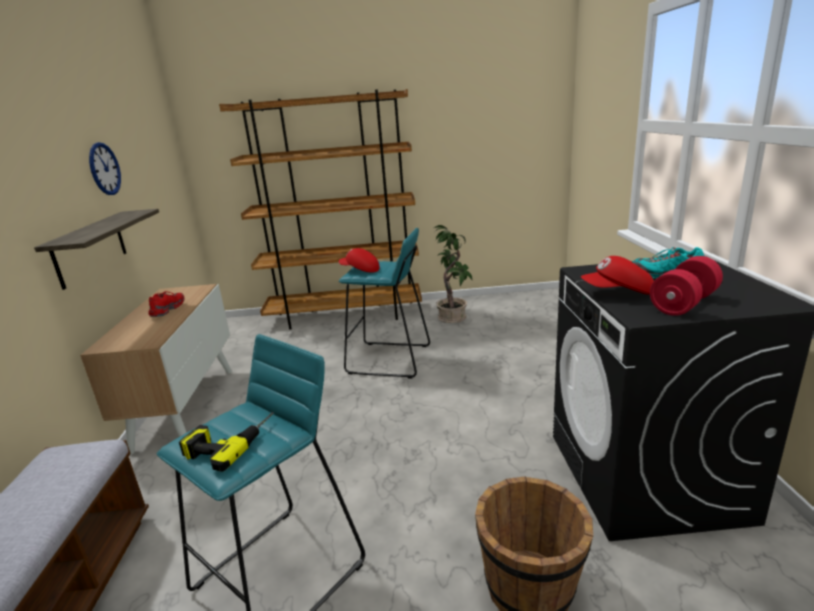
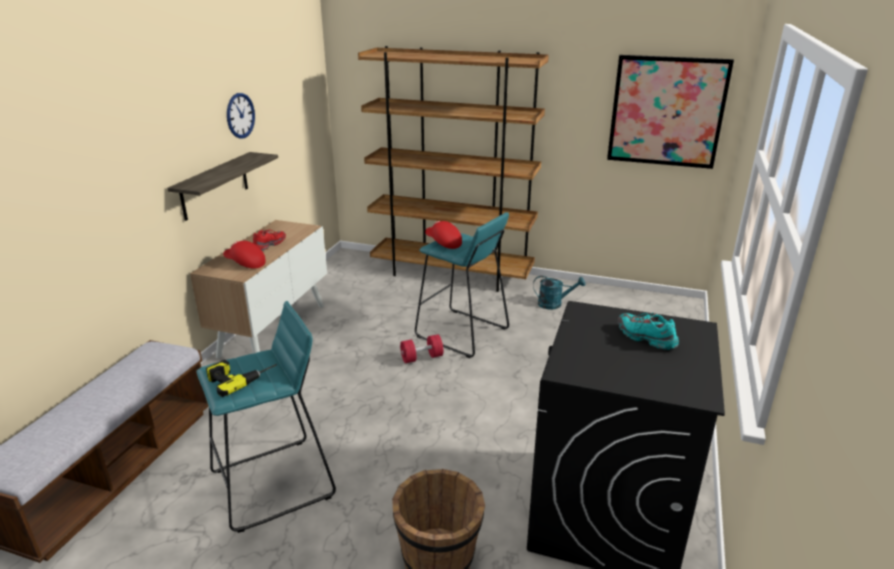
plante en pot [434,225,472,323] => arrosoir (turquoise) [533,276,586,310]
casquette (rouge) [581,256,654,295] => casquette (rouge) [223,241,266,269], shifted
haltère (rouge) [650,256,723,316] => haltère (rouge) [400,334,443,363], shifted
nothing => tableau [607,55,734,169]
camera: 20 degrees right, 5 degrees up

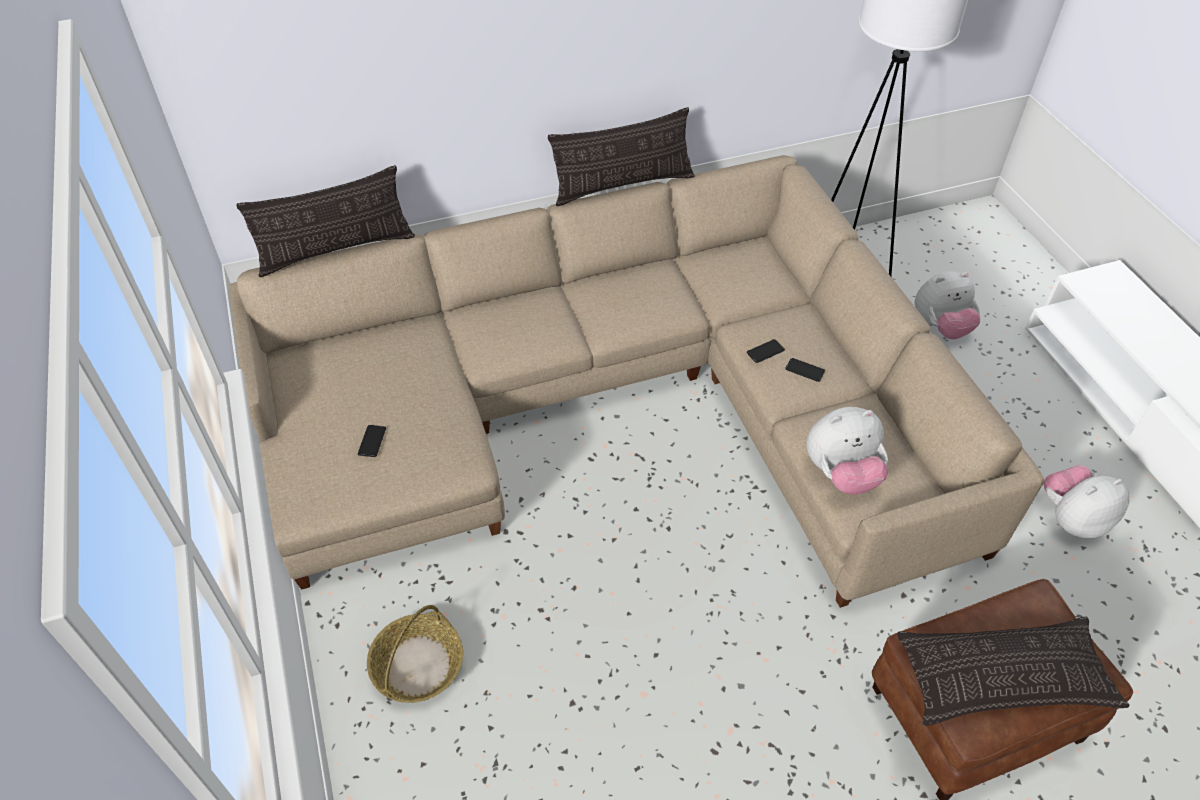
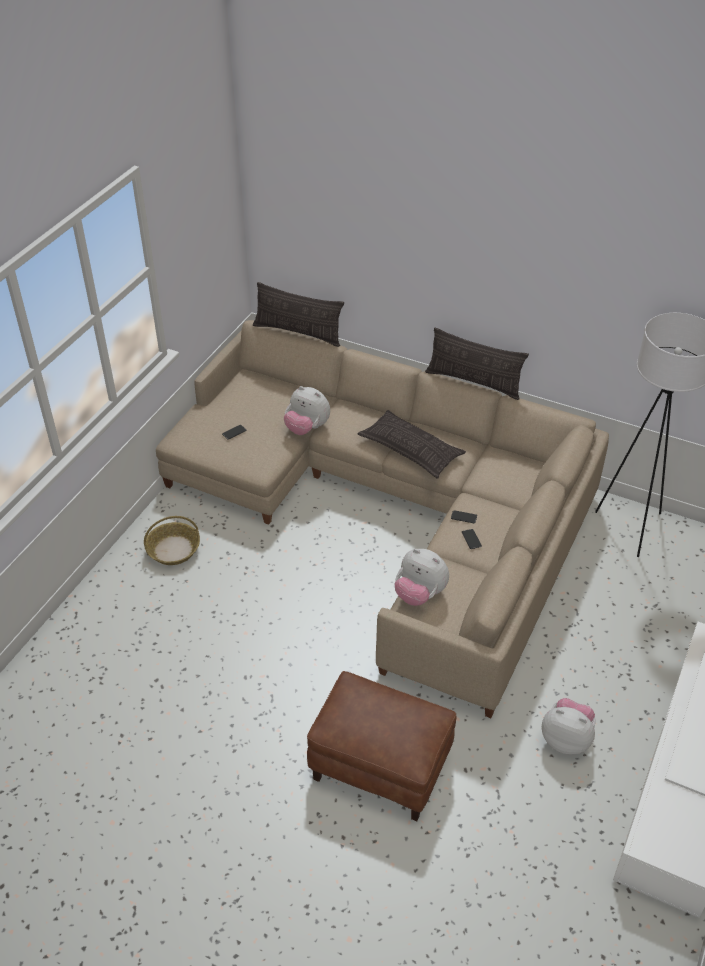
peluche [914,271,980,339] => peluche [284,386,330,435], shifted
coussin [897,616,1129,726] => coussin [358,410,466,479], shifted
camera: 45 degrees right, 5 degrees down

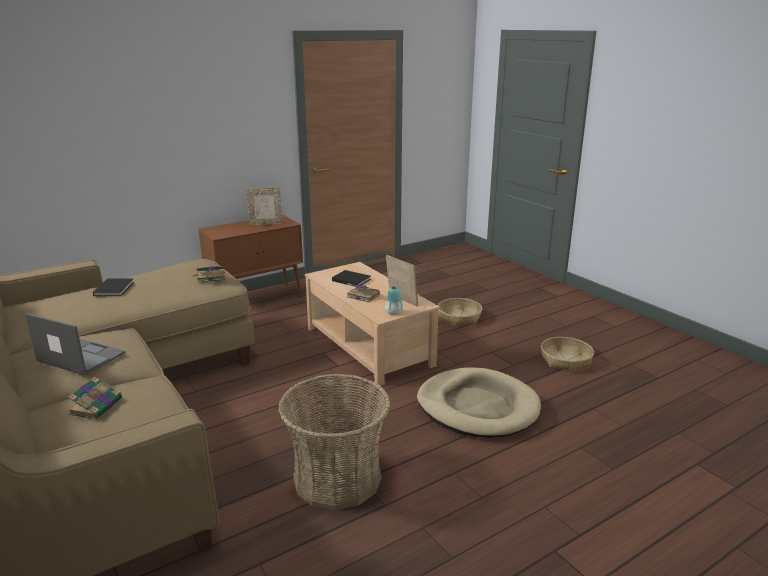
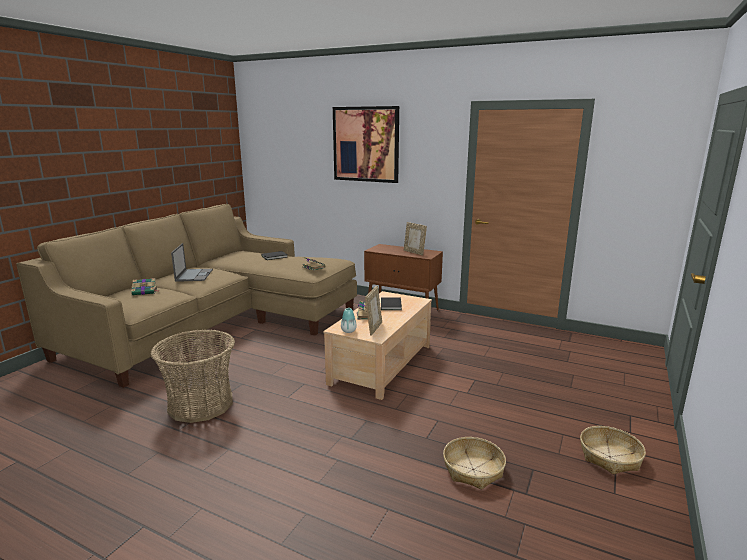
panier [438,298,482,326] => panier [580,426,646,475], shifted
panier pour chien (beige) [417,367,541,438] => nothing
nothing => tableau [333,106,399,183]
camera: 60 degrees right, 5 degrees down

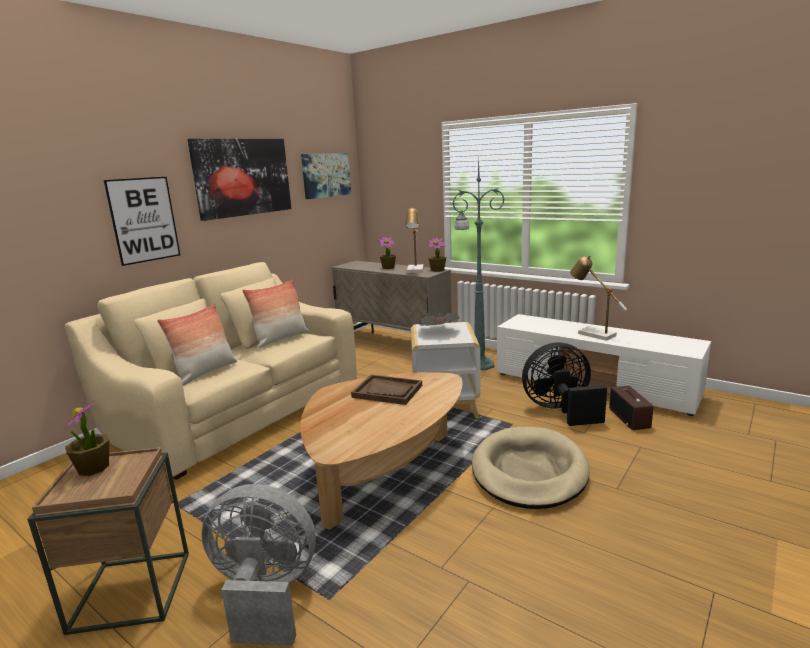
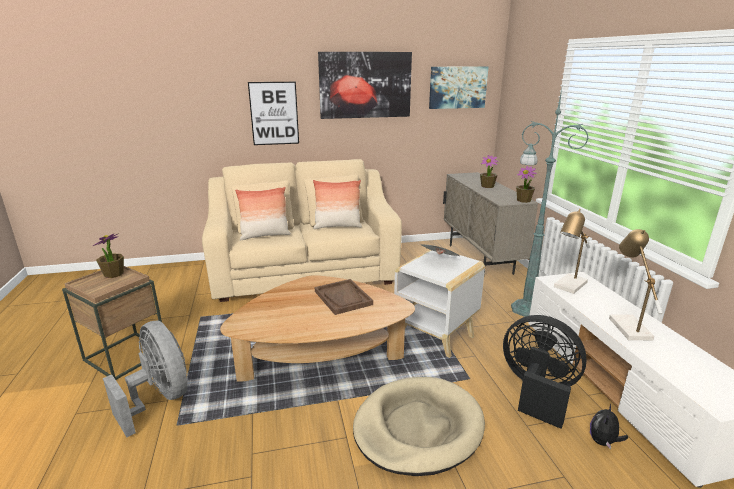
lampe de table [405,206,424,273] => lampe de table [554,209,590,294], shifted
radio [609,386,653,430] => peluche [590,404,628,450]
camera: 40 degrees right, 5 degrees up

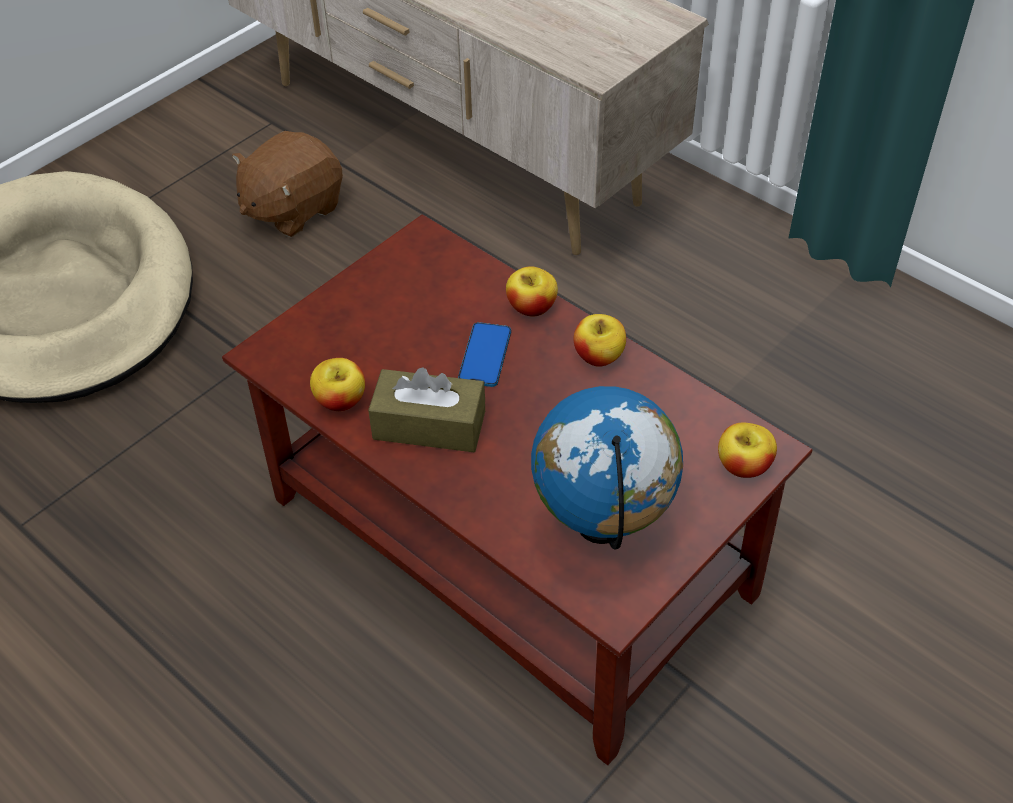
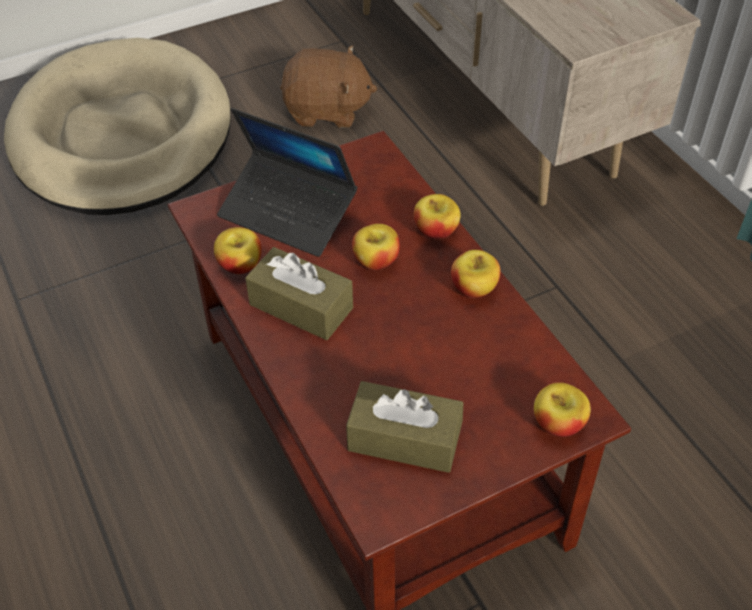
peluche (marron) [232,131,343,237] => peluche (marron) [280,45,377,128], 150 degrees counterclockwise
téléphone [458,322,511,387] => pomme [352,224,400,270]
globe [531,386,683,550] => boîte à mouchoirs (marron) [346,381,463,473]
nothing => ordinateur portable [217,108,357,257]
camera: 20 degrees right, 0 degrees up

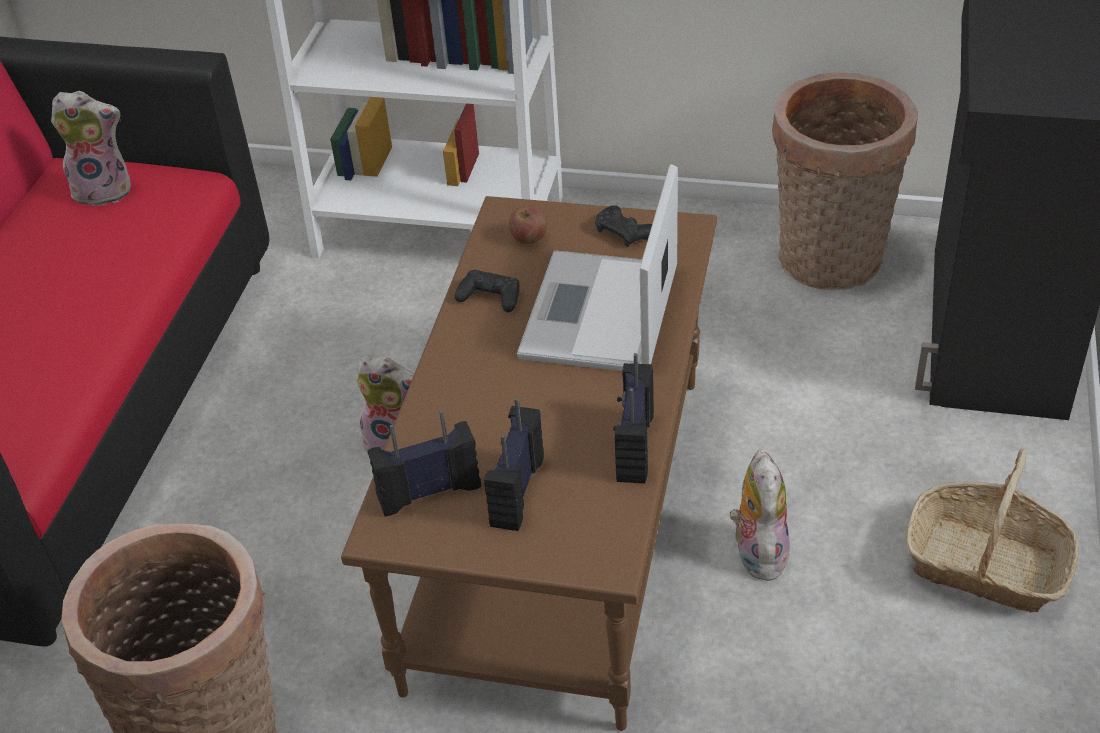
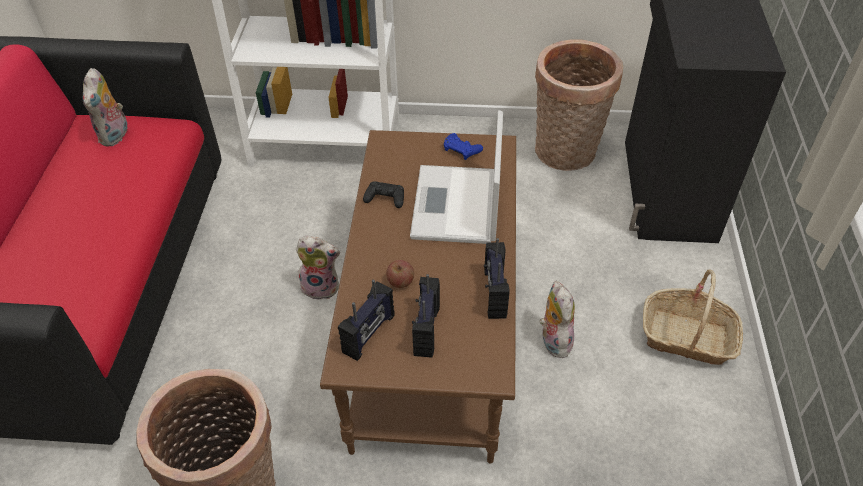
peluche [51,91,131,206] => peluche [83,68,131,147], 105 degrees clockwise
manette (noir) [595,205,652,247] => manette (bleu) [444,133,483,160]
pomme [509,206,547,244] => pomme [386,260,414,288], shifted
radio [368,410,481,517] => radio [338,280,395,361], 150 degrees clockwise
camera: 10 degrees left, 5 degrees up

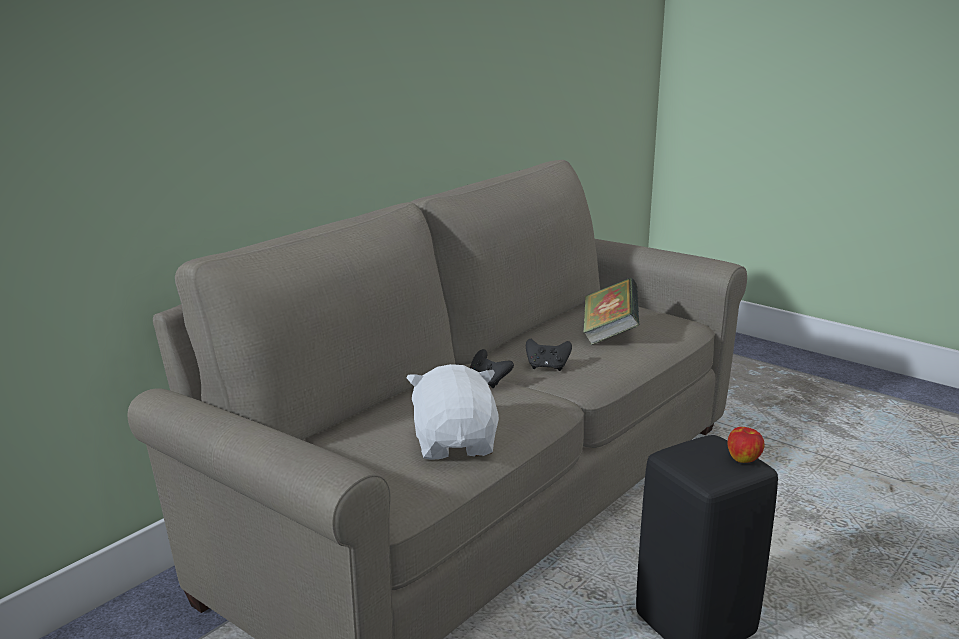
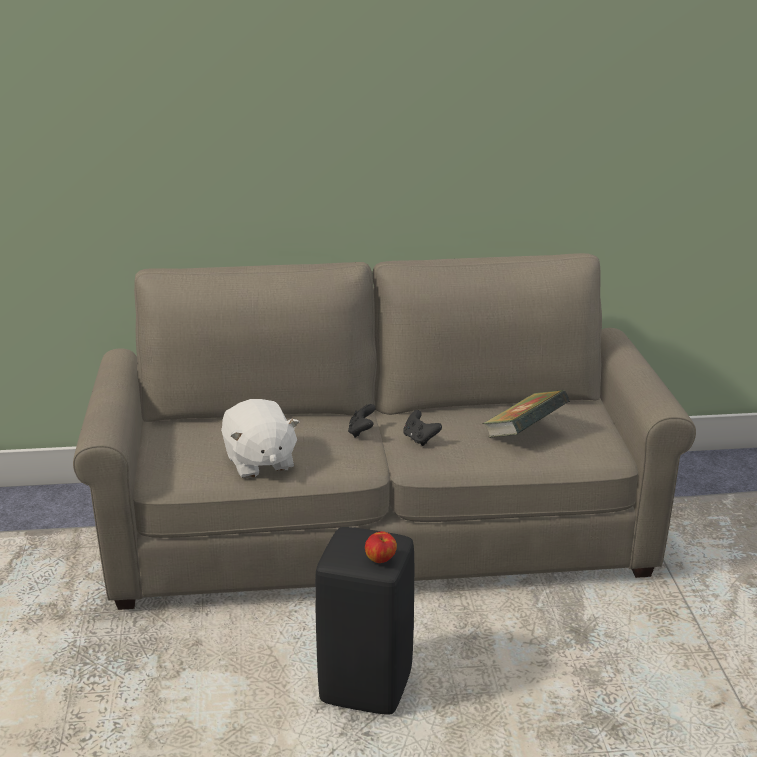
peluche (blanc) [407,364,499,460] => peluche (blanc) [221,399,300,479], 120 degrees clockwise
camera: 45 degrees right, 5 degrees up

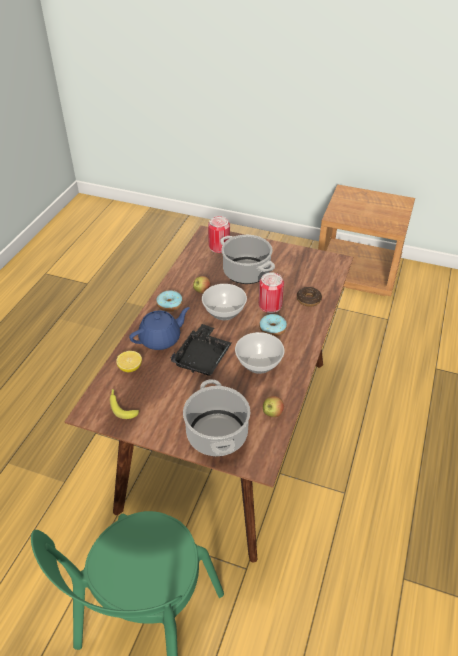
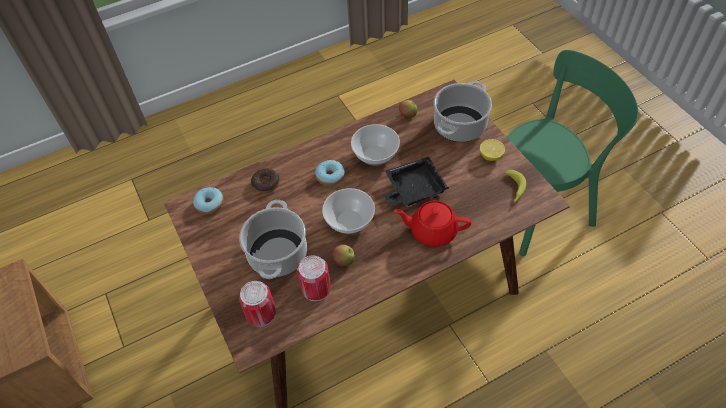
boîte métallique [259,273,284,313] => boîte métallique [297,256,331,301], shifted
beignet [156,290,183,312] => beignet [193,187,224,214], shifted
théière (bleu) [129,307,190,350] => théière (rouge) [394,201,471,247]
citron [116,351,142,372] => citron [480,139,505,161], shifted
camera: 135 degrees left, 10 degrees up

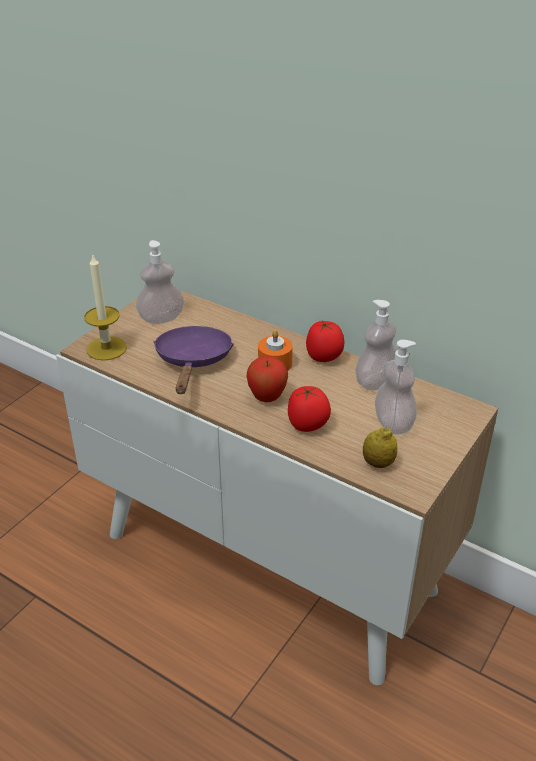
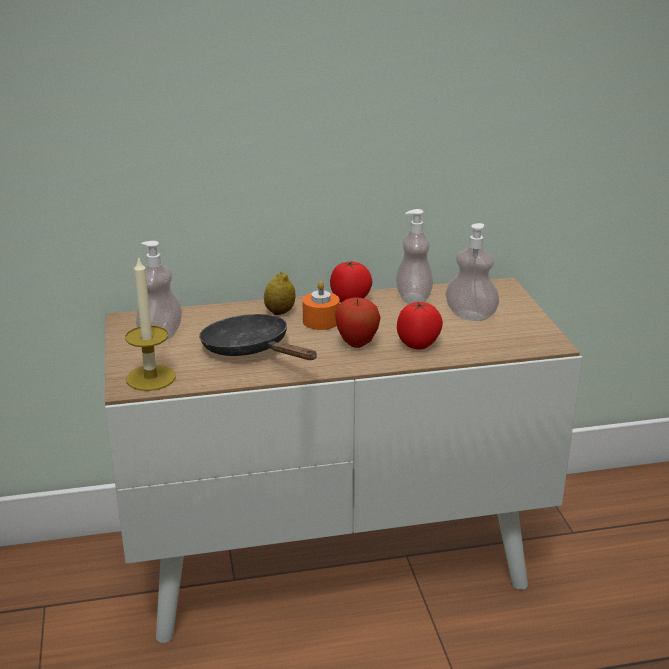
poêle (violet) [153,326,234,394] => poêle (noir) [199,314,317,360]
citron [363,427,398,468] => citron [264,272,296,315], shifted
camera: 45 degrees left, 10 degrees down

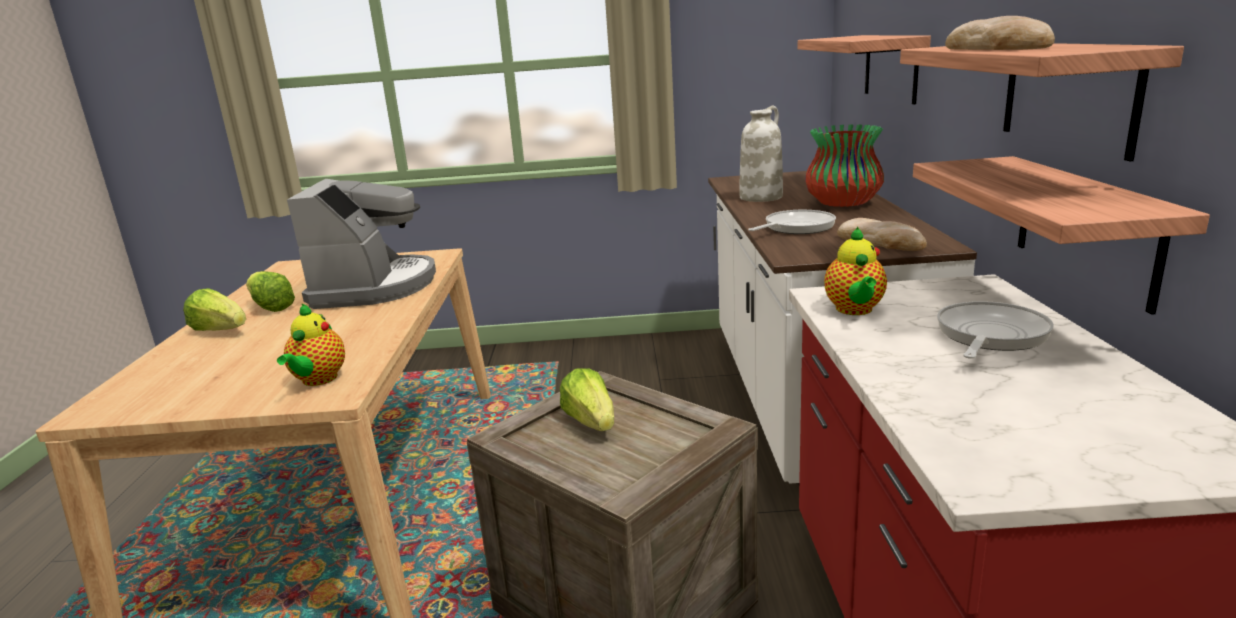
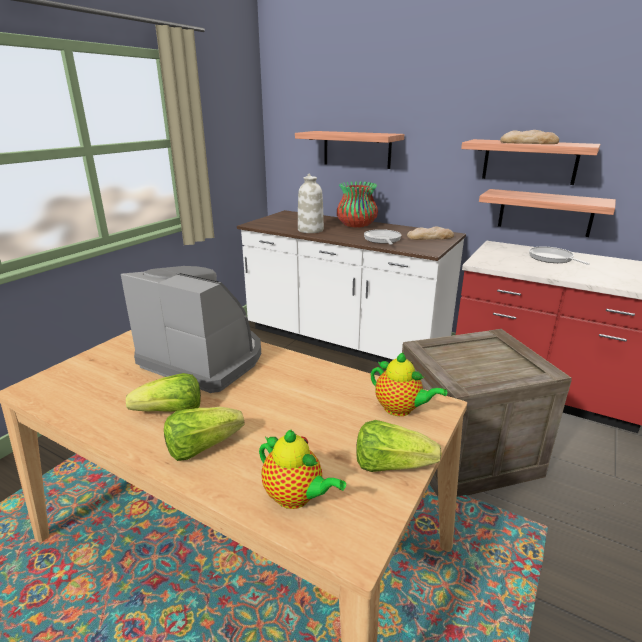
théière [824,227,887,315] => théière [259,430,346,509], shifted
laitue [560,369,614,431] => laitue [356,420,442,472], shifted
camera: 60 degrees left, 5 degrees up

